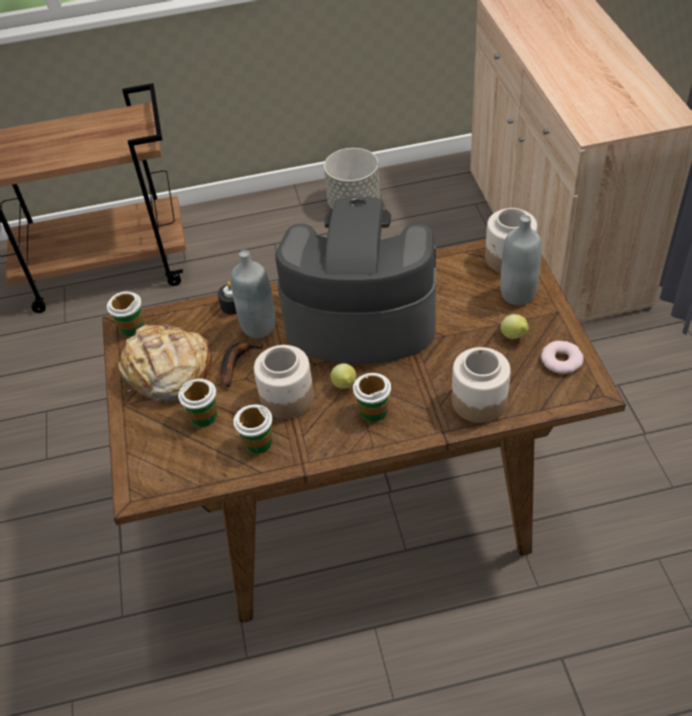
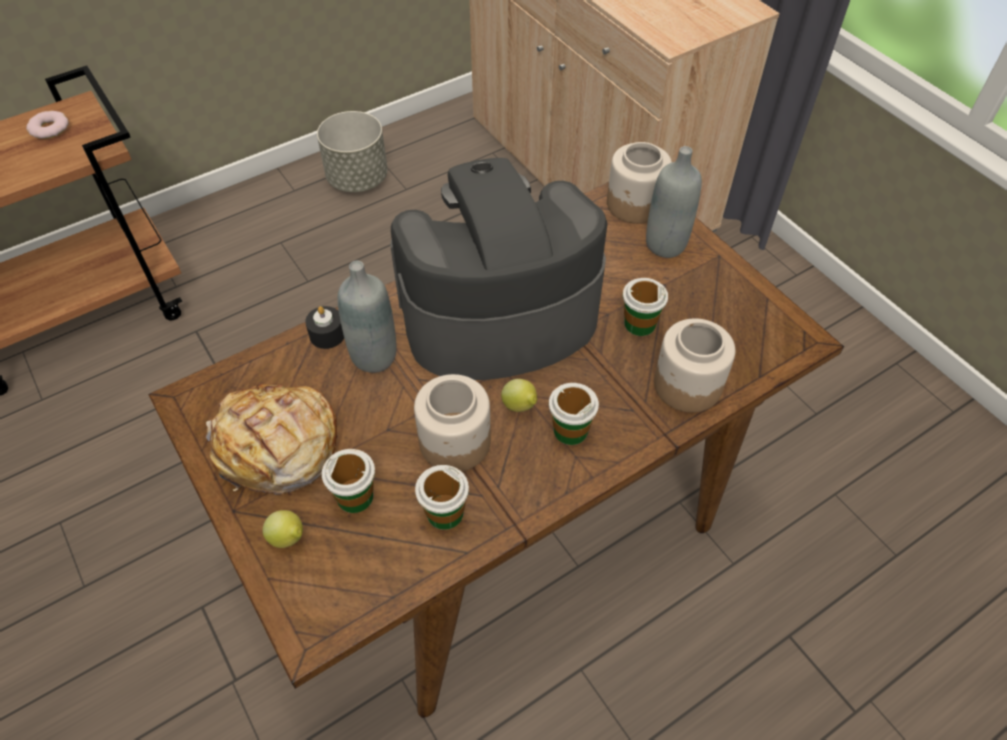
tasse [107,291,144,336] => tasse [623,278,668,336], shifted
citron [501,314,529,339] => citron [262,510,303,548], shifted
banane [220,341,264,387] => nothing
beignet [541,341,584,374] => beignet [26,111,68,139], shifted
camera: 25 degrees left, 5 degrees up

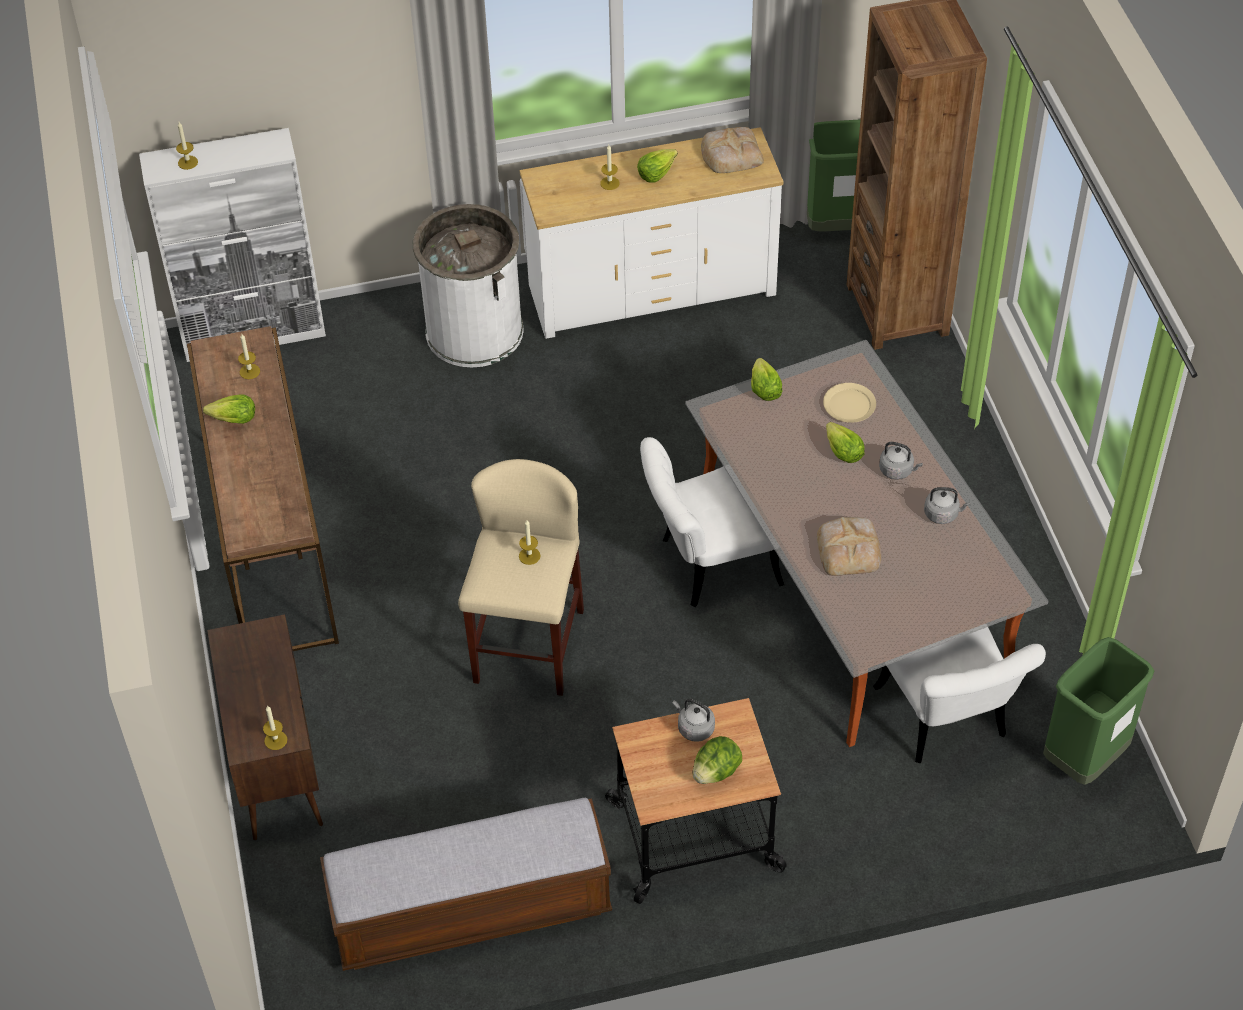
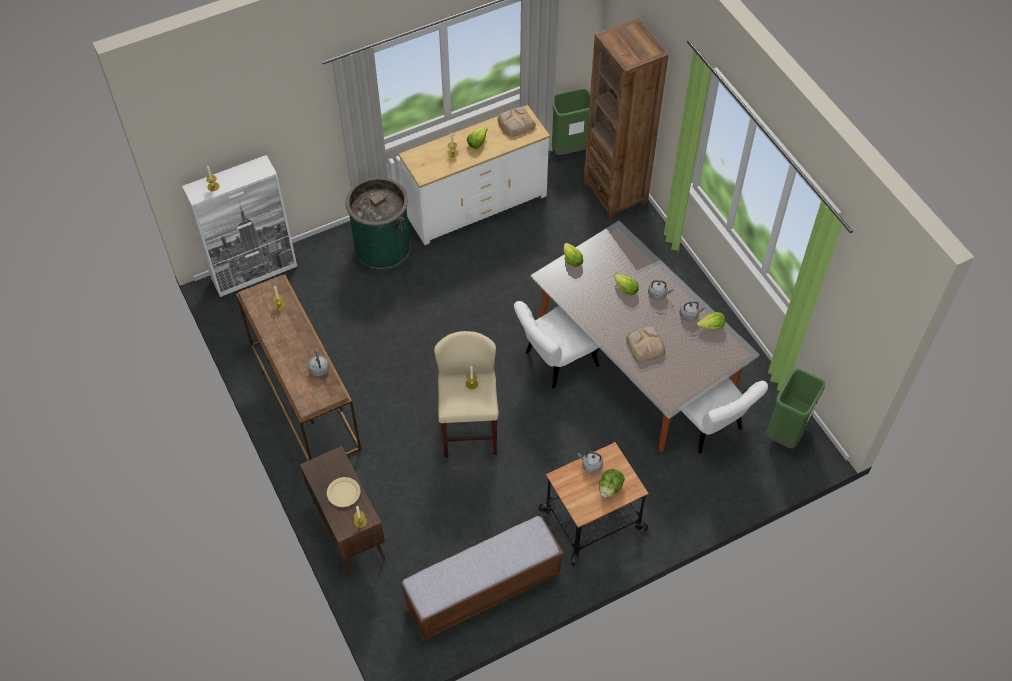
poubelle (blanc) [413,204,524,367] => poubelle (vert) [345,177,411,271]
assiette (beige) [823,383,876,423] => assiette (beige) [327,477,360,507], shifted
laitue [203,394,255,424] => laitue [696,312,725,329], shifted
nothing => bouilloire (gris) [308,349,329,376]
camera: 15 degrees left, 5 degrees up

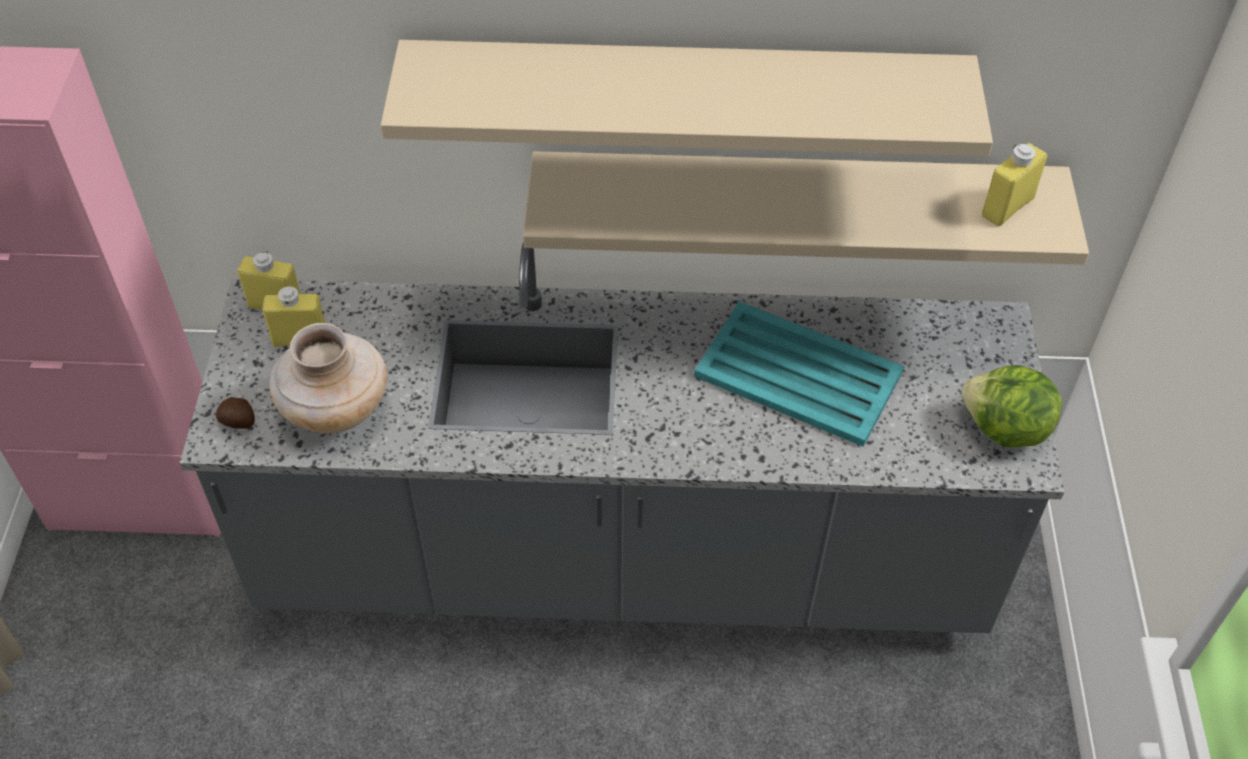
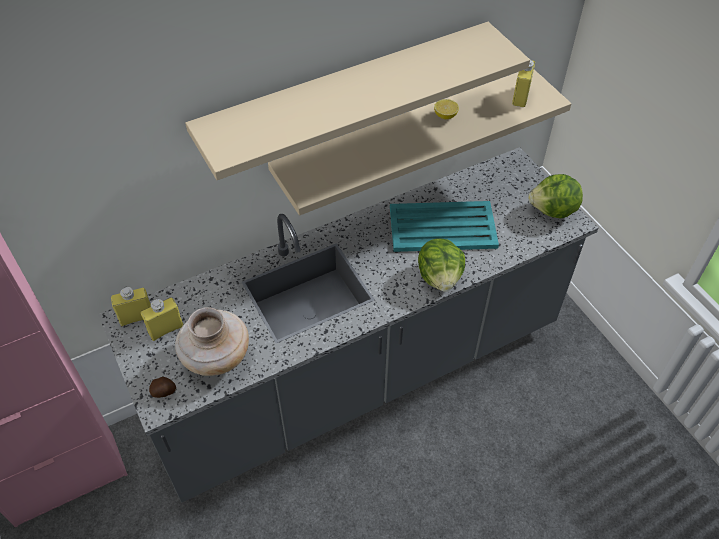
nothing => citron [434,99,459,119]
nothing => laitue [418,239,465,292]
camera: 30 degrees left, 0 degrees up

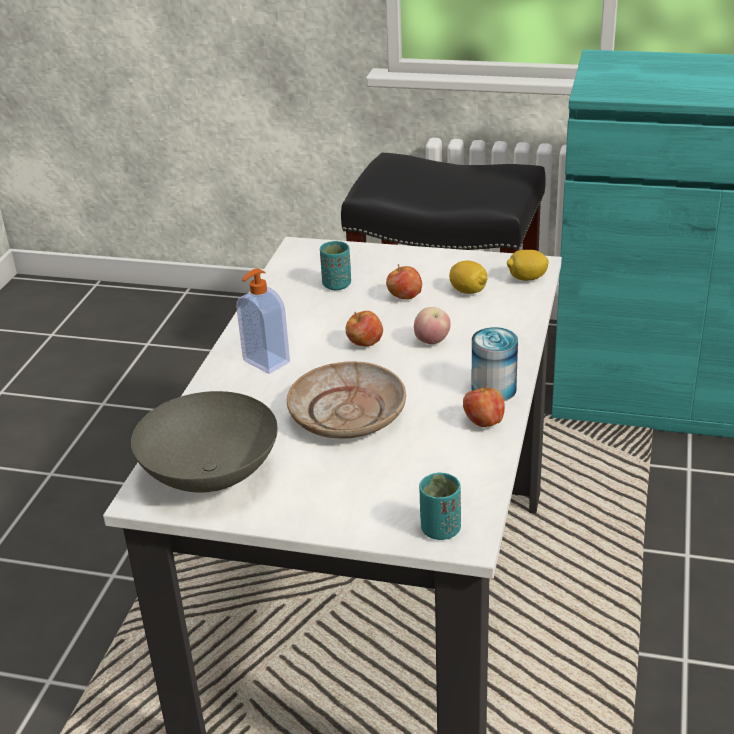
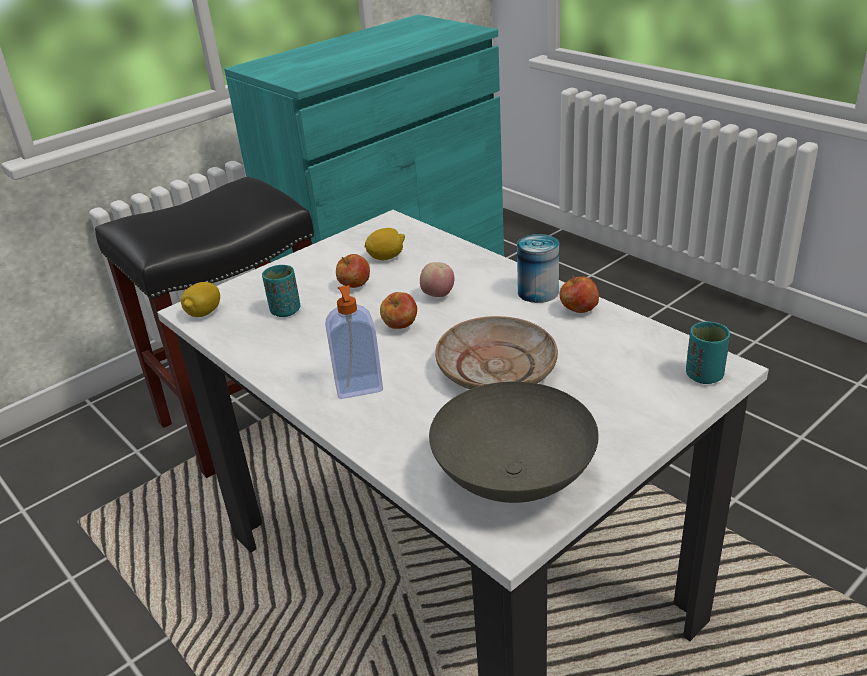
citron [507,250,549,281] => citron [181,282,220,317], shifted
camera: 55 degrees left, 0 degrees up

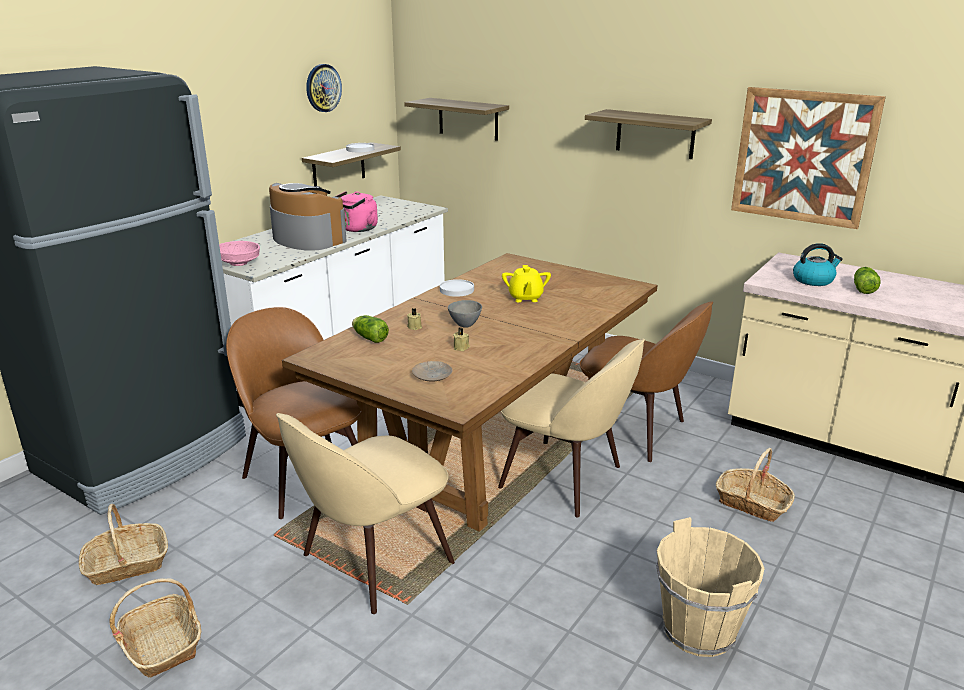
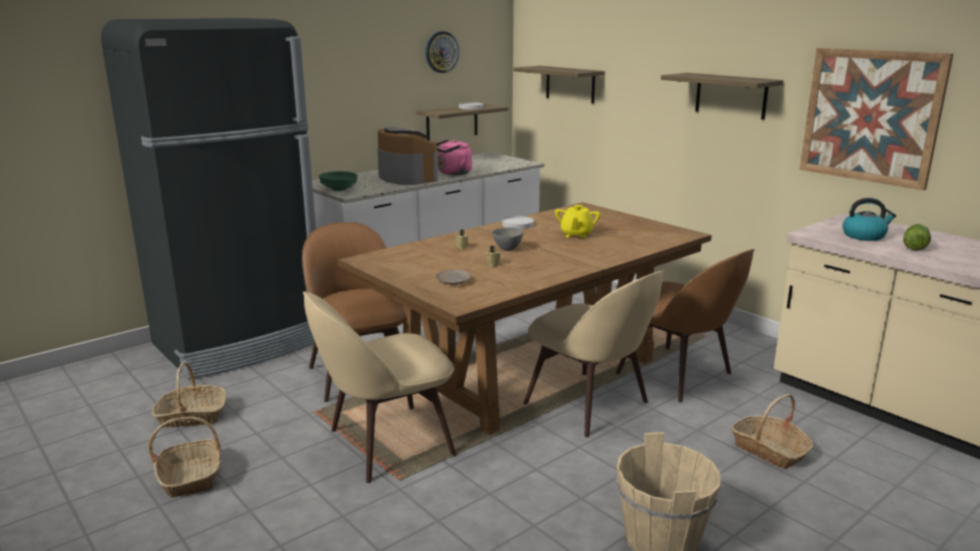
bol (rose) [219,241,260,266] => bol (vert) [319,171,358,191]
laitue [352,315,389,343] => nothing
camera: 15 degrees right, 5 degrees down

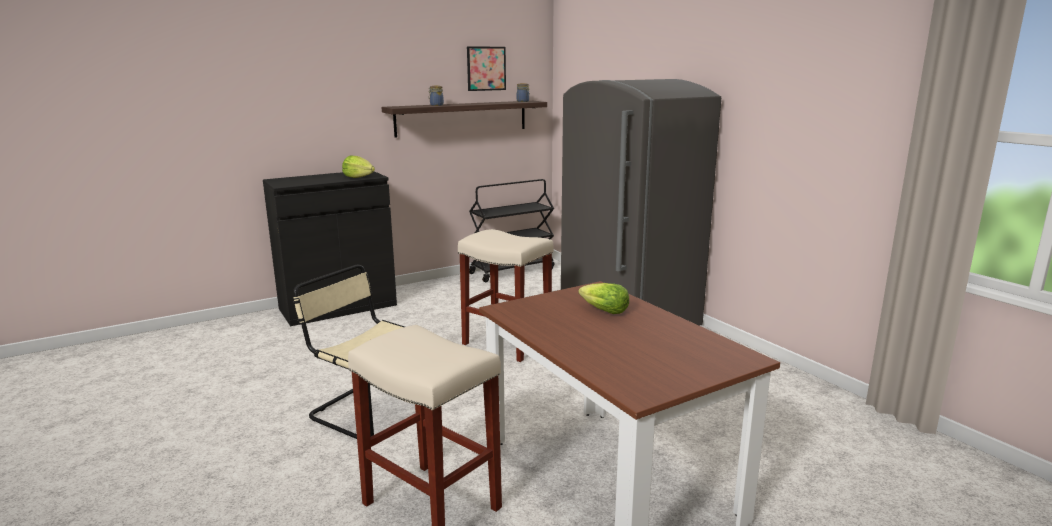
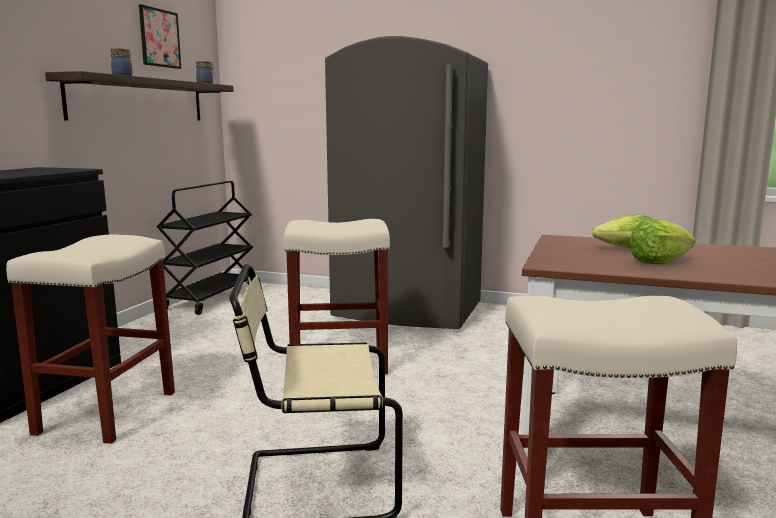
laitue [342,156,375,178] => laitue [629,219,695,265], shifted
nothing => tabouret (beige) [6,235,175,444]
camera: 40 degrees left, 5 degrees down

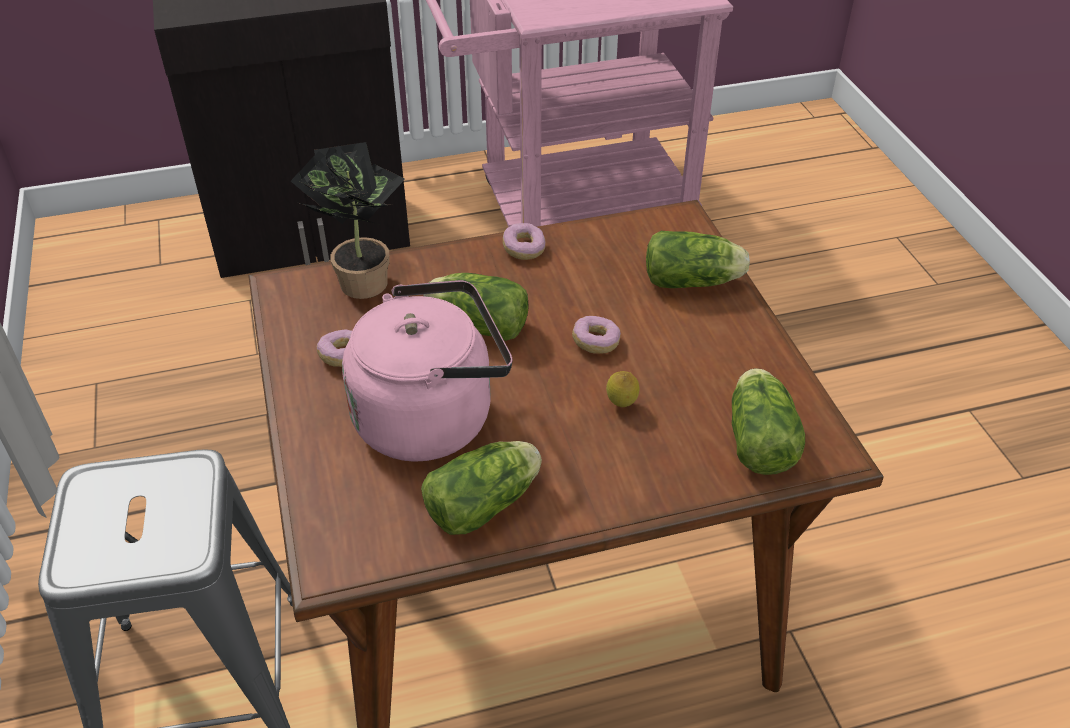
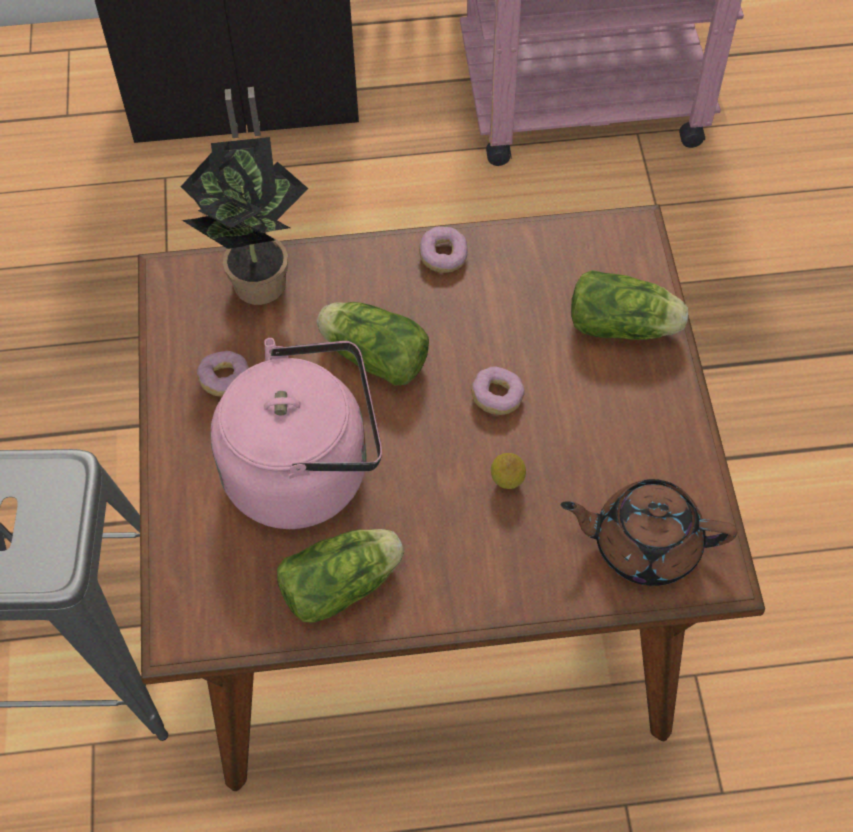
laitue [732,368,805,475] => théière (marron) [561,479,737,586]
camera: 10 degrees right, 15 degrees up

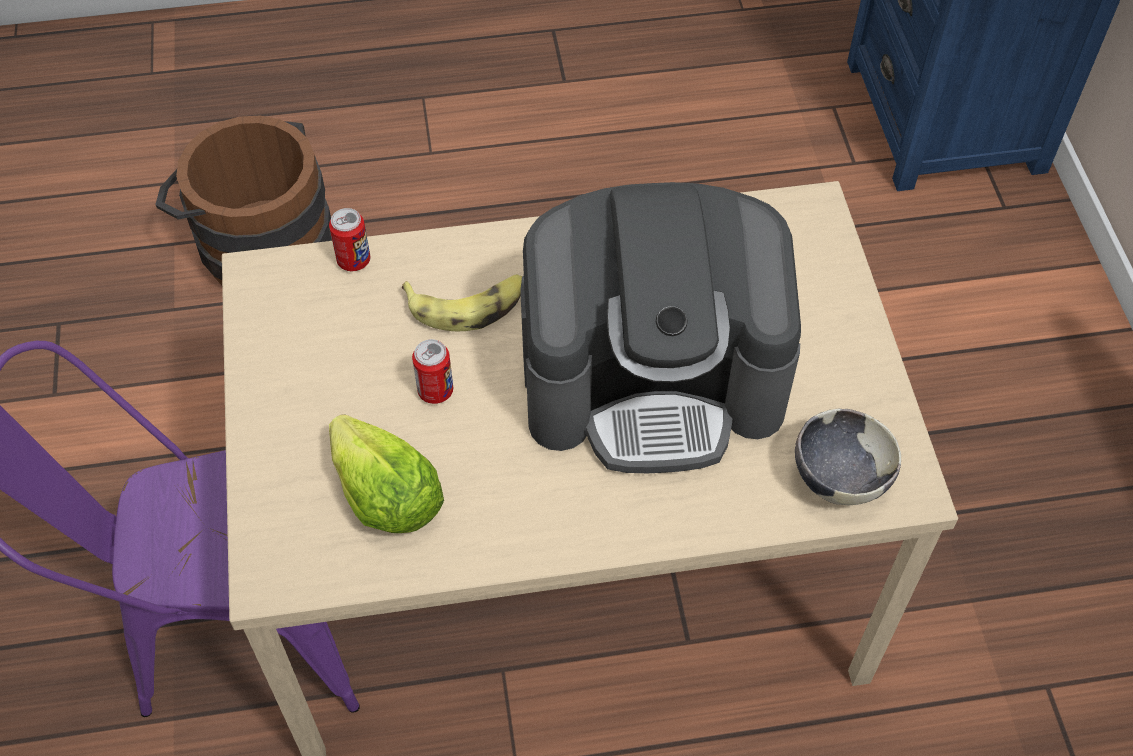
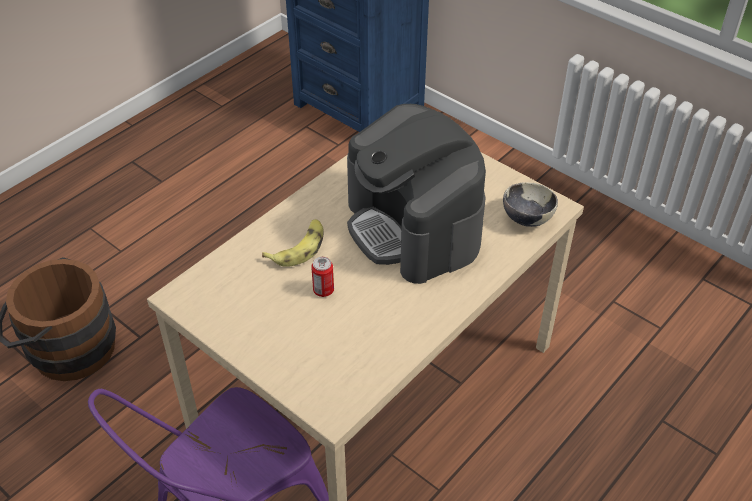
machine à café [520,182,801,473] => machine à café [347,104,486,284], 105 degrees clockwise
boîte métallique [329,208,370,271] => nothing
laitue [329,415,444,533] => nothing
camera: 40 degrees left, 10 degrees down

